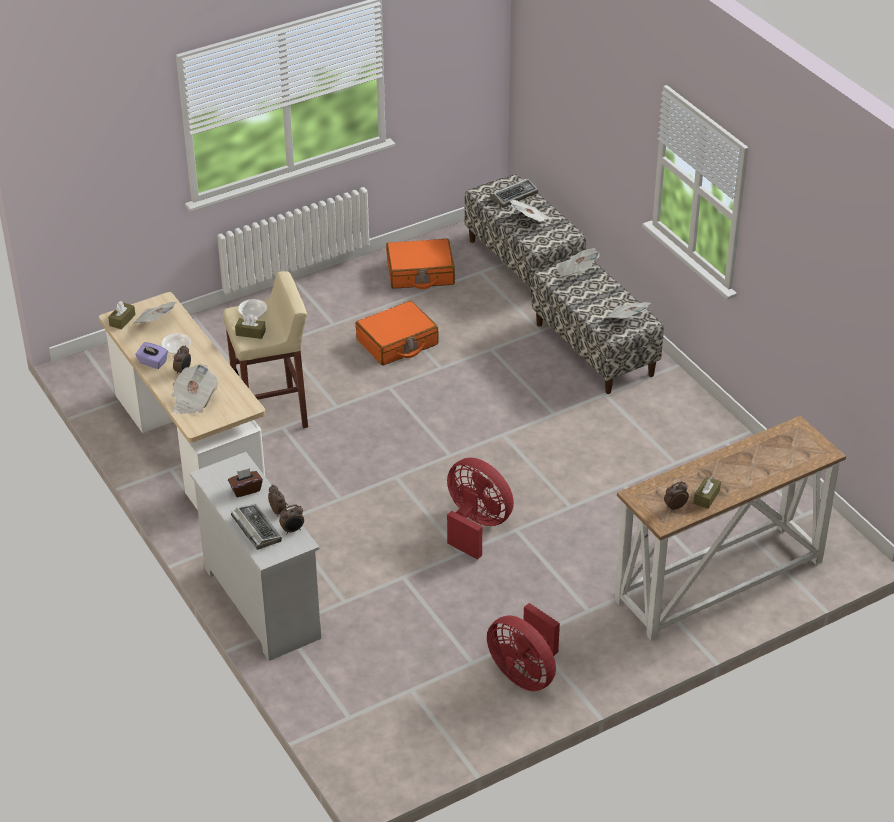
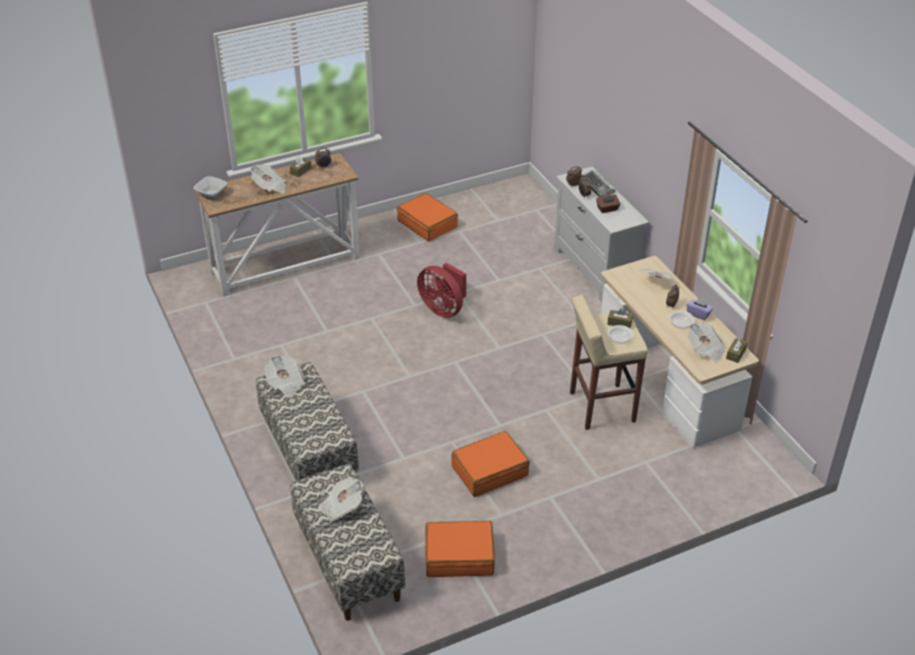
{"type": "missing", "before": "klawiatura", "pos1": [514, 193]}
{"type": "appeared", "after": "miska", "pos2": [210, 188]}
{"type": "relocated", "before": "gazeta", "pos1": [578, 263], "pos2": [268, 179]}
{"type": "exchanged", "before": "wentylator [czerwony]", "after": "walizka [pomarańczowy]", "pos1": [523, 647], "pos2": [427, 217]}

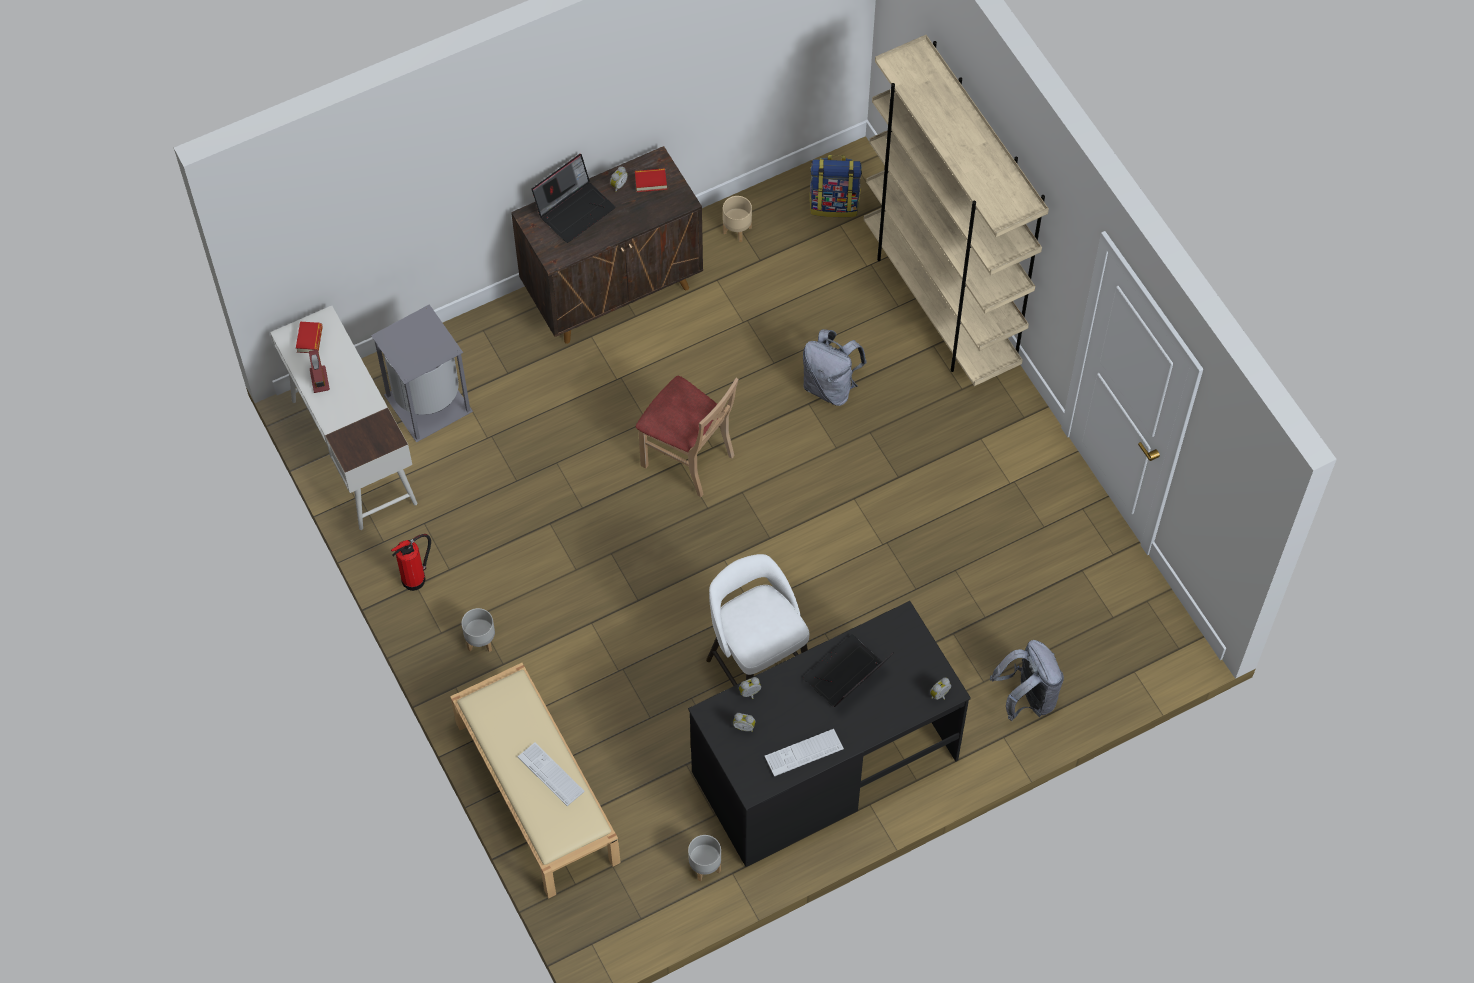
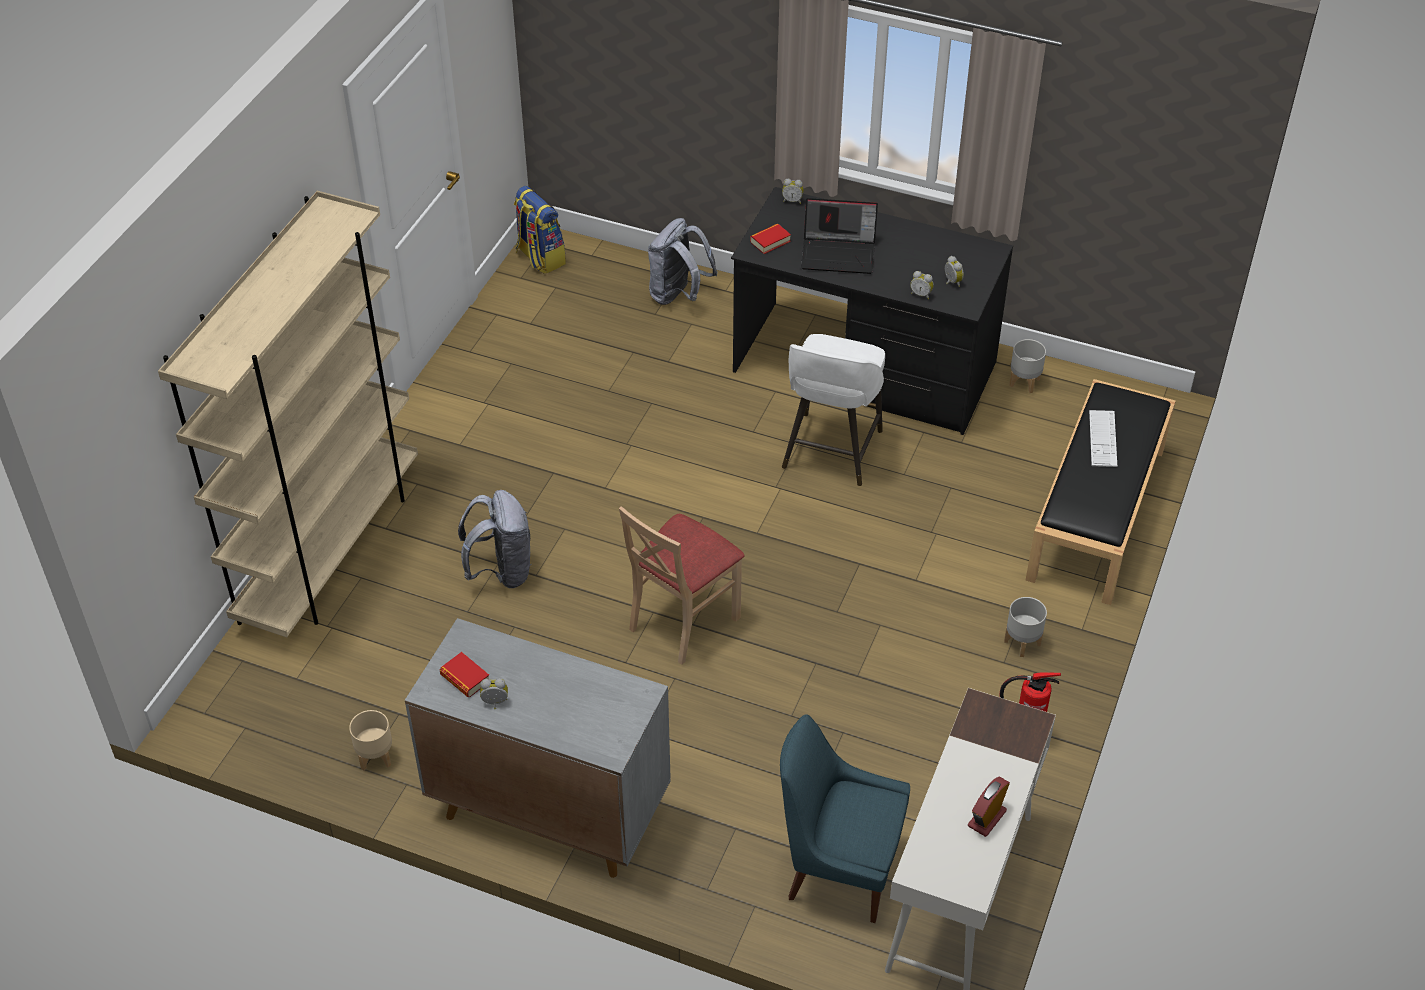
{"type": "missing", "before": "laptop", "pos1": [573, 198]}
{"type": "missing", "before": "klawiatura", "pos1": [804, 752]}
{"type": "relocated", "before": "książka", "pos1": [309, 337], "pos2": [770, 239]}
{"type": "relocated", "before": "plecak", "pos1": [836, 186], "pos2": [540, 230]}
{"type": "exchanged", "before": "kosz na śmieci [szary]", "after": "krzesło [niebieski]", "pos1": [422, 373], "pos2": [845, 818]}
{"type": "colour", "before": "ławka [beżowy]", "after": "ławka [czarny]", "pos1": [535, 781], "pos2": [1101, 492]}
{"type": "colour", "before": "szafka [brązowy]", "after": "szafka [szary]", "pos1": [607, 245], "pos2": [538, 748]}
{"type": "spun", "before": "krzesło [beżowy]", "pos1": [687, 436], "pos2": [681, 585], "turn": -135}

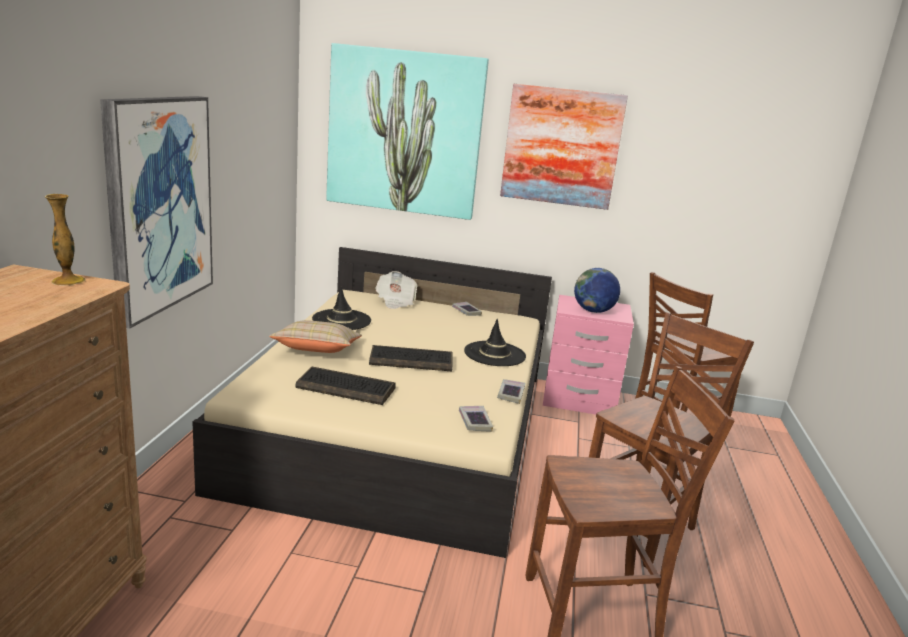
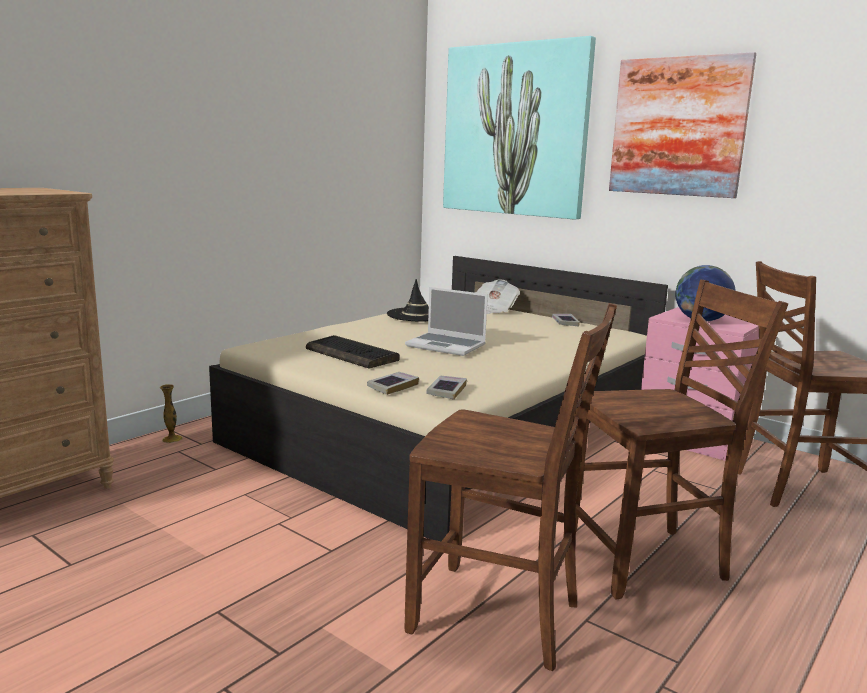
{"type": "missing", "before": "obraz", "pos1": [156, 212]}
{"type": "missing", "before": "poduszka [beżowy]", "pos1": [315, 336]}
{"type": "missing", "before": "kapelusz [czarny]", "pos1": [495, 342]}
{"type": "relocated", "before": "wazon", "pos1": [65, 240], "pos2": [171, 413]}
{"type": "relocated", "before": "książka", "pos1": [511, 391], "pos2": [393, 383]}
{"type": "exchanged", "before": "klawiatura", "after": "laptop", "pos1": [410, 358], "pos2": [446, 321]}

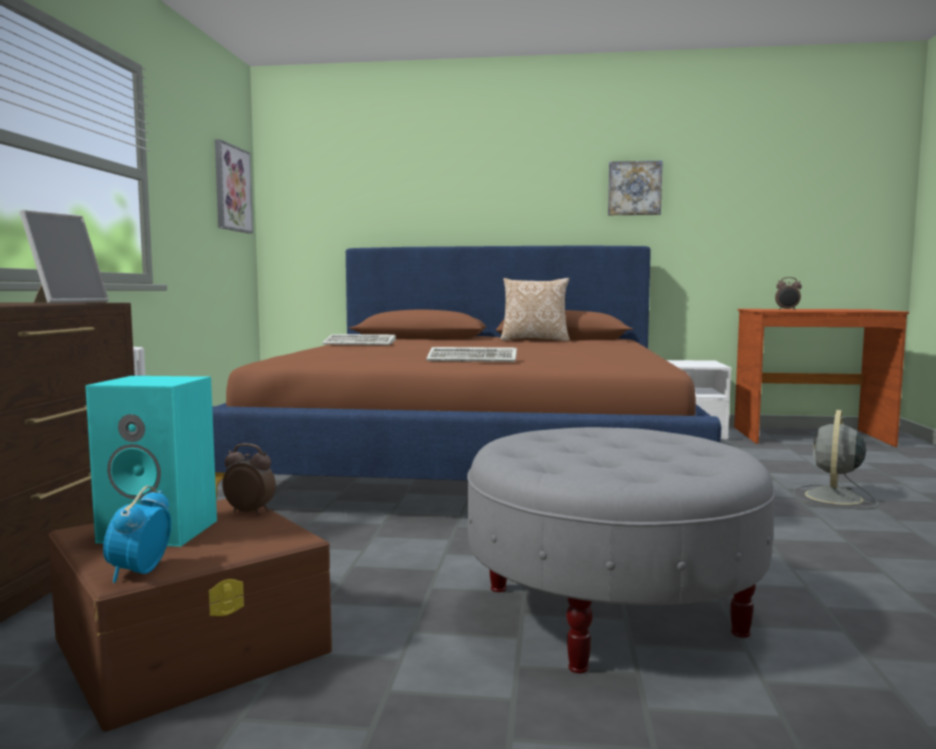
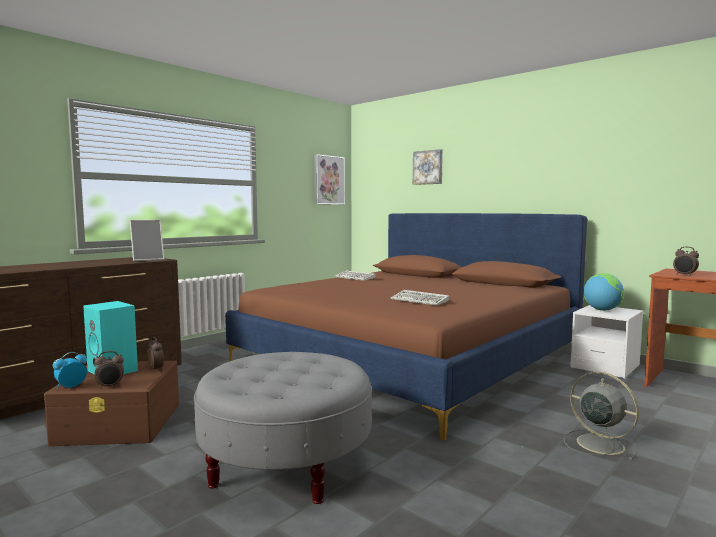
{"type": "missing", "before": "poduszka", "pos1": [535, 310]}
{"type": "appeared", "after": "budzik", "pos2": [109, 370]}
{"type": "appeared", "after": "globus", "pos2": [603, 292]}
{"type": "relocated", "before": "klawiatura", "pos1": [471, 354], "pos2": [420, 298]}
{"type": "relocated", "before": "obraz", "pos1": [635, 188], "pos2": [428, 167]}
{"type": "spun", "before": "wentylator [szary]", "pos1": [835, 459], "pos2": [601, 416], "turn": 75}

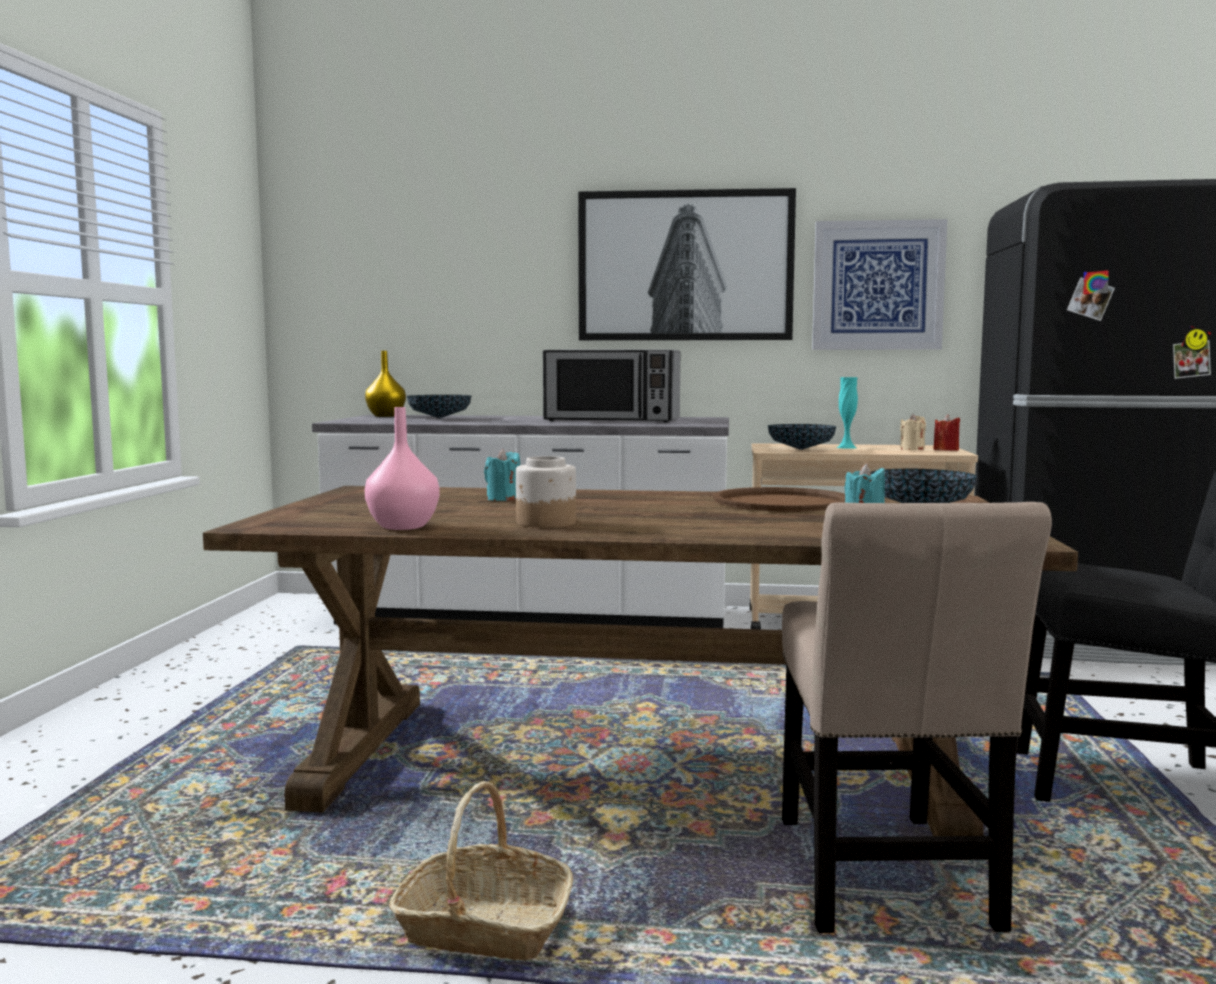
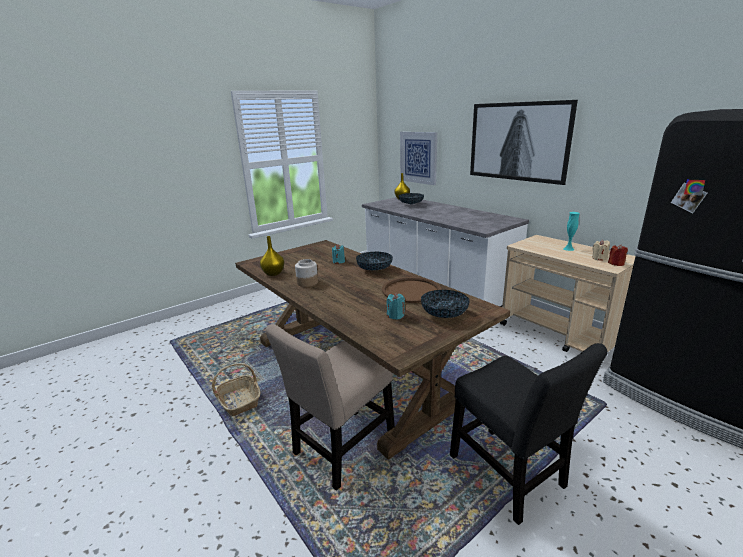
{"type": "missing", "before": "mikrofalówka", "pos1": [611, 386]}
{"type": "relocated", "before": "miska", "pos1": [802, 437], "pos2": [374, 261]}
{"type": "relocated", "before": "obraz", "pos1": [880, 284], "pos2": [418, 158]}
{"type": "colour", "before": "wazon [różowy]", "after": "wazon [żółty]", "pos1": [402, 468], "pos2": [272, 256]}

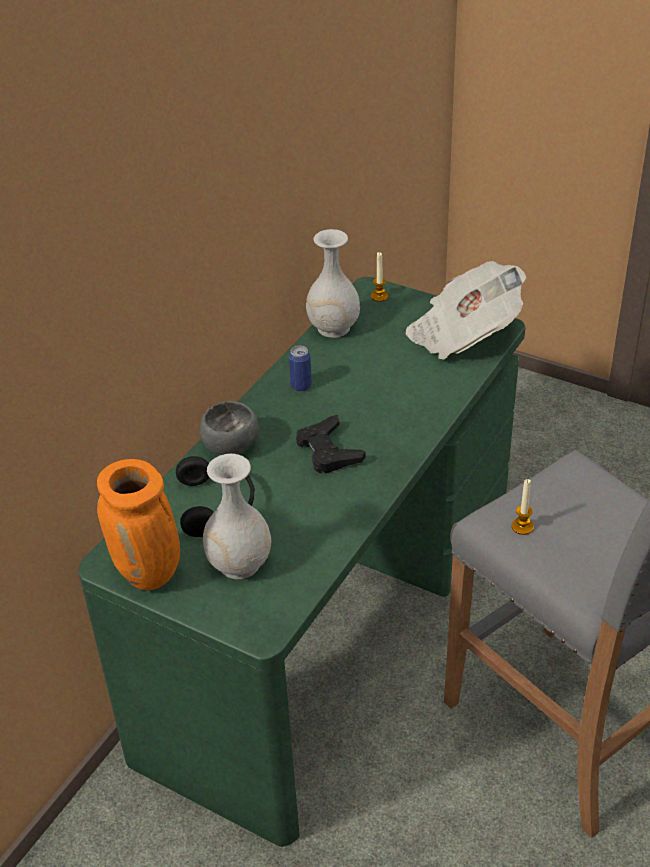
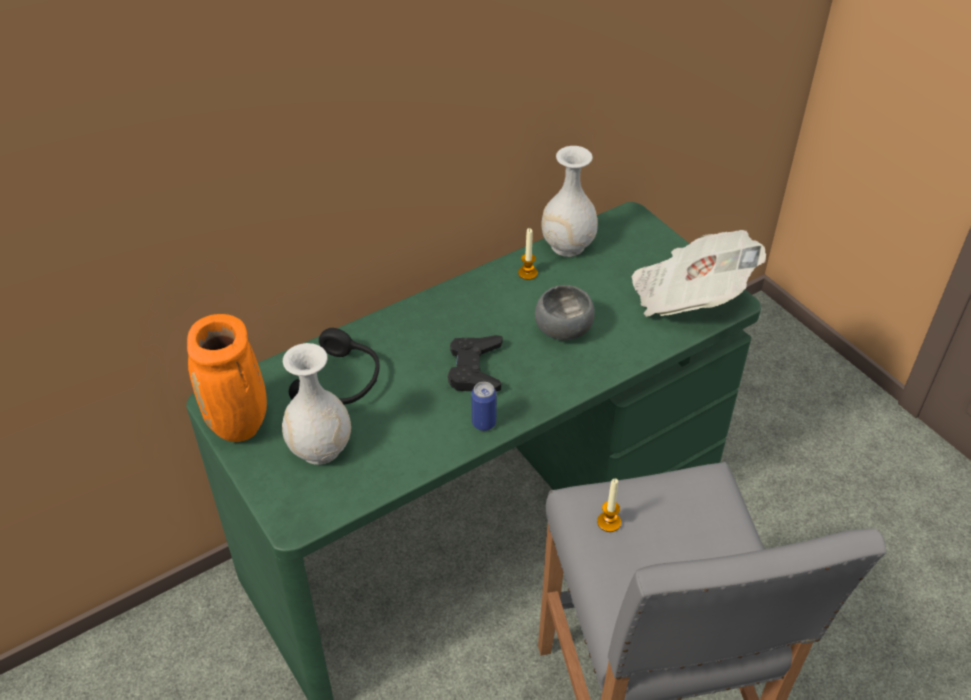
{"type": "relocated", "before": "miska [szary]", "pos1": [229, 428], "pos2": [565, 312]}
{"type": "relocated", "before": "puszka", "pos1": [300, 369], "pos2": [484, 406]}
{"type": "relocated", "before": "świeca", "pos1": [379, 277], "pos2": [528, 254]}

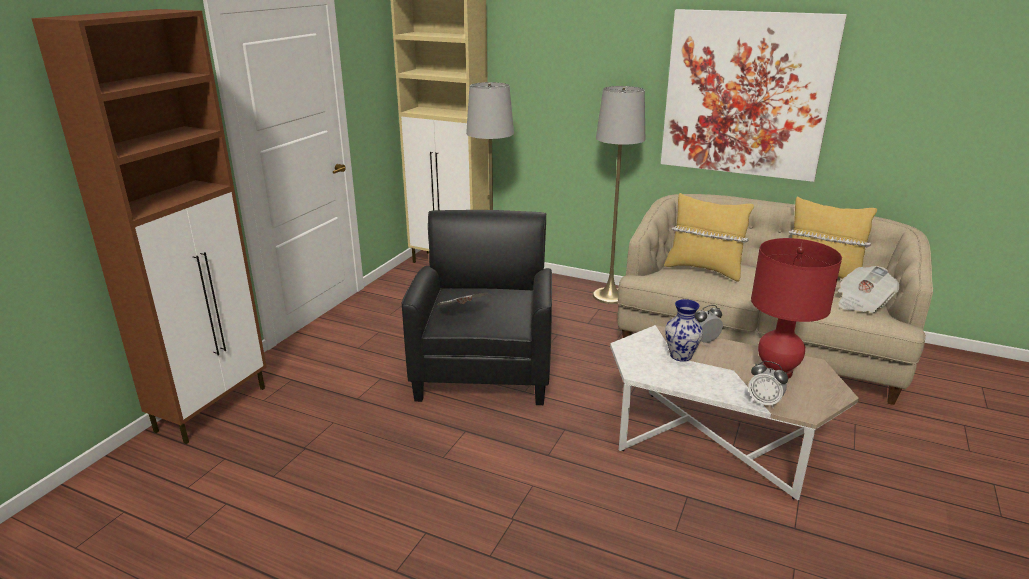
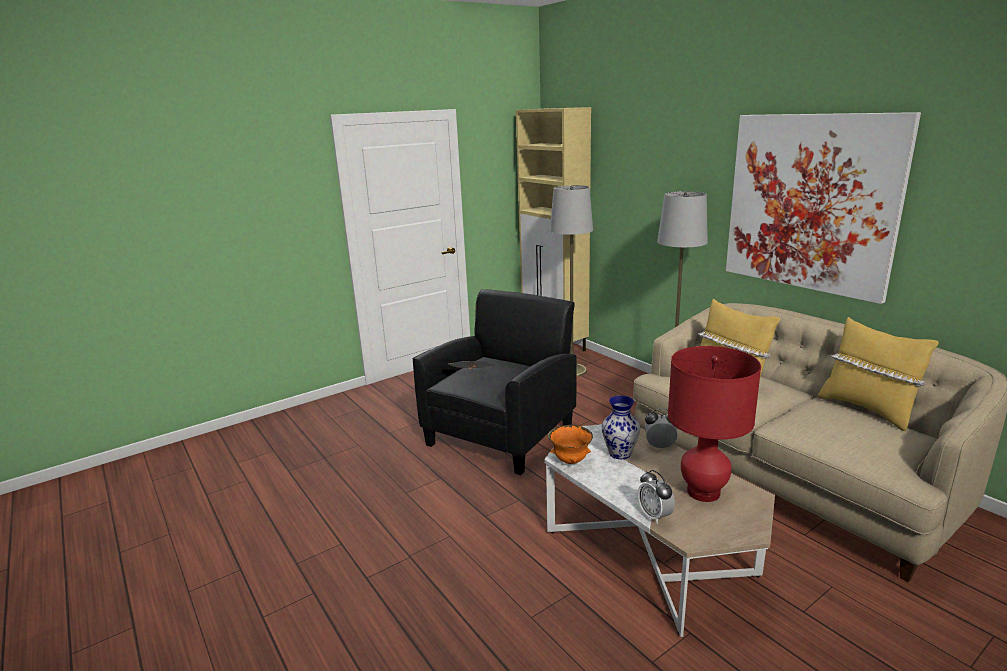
{"type": "missing", "before": "szafka [brązowy]", "pos1": [149, 226]}
{"type": "missing", "before": "gazeta", "pos1": [868, 289]}
{"type": "appeared", "after": "miska [pomarańczowy]", "pos2": [570, 444]}

